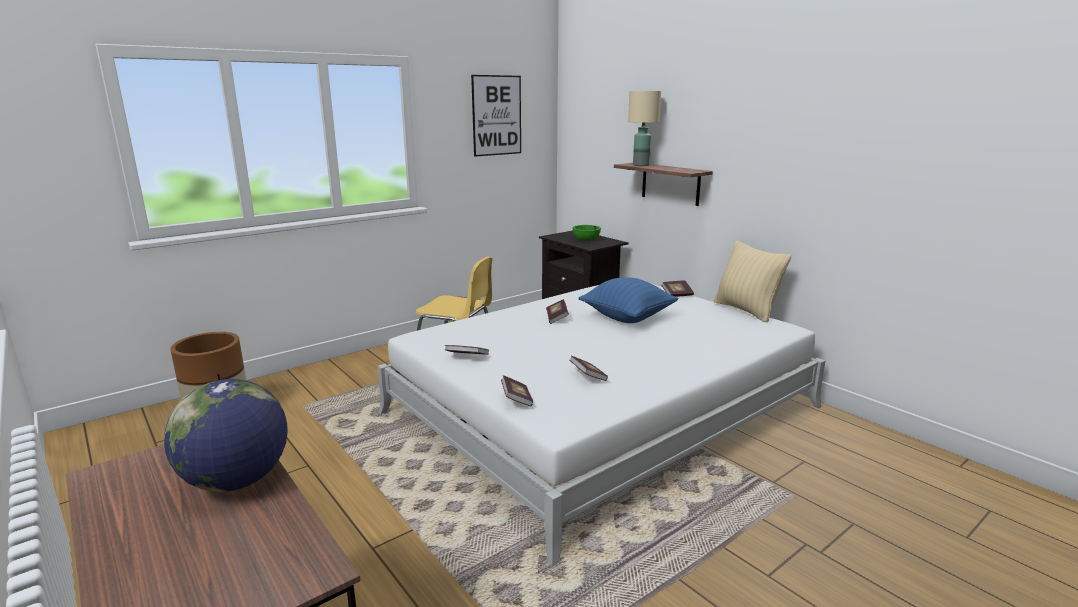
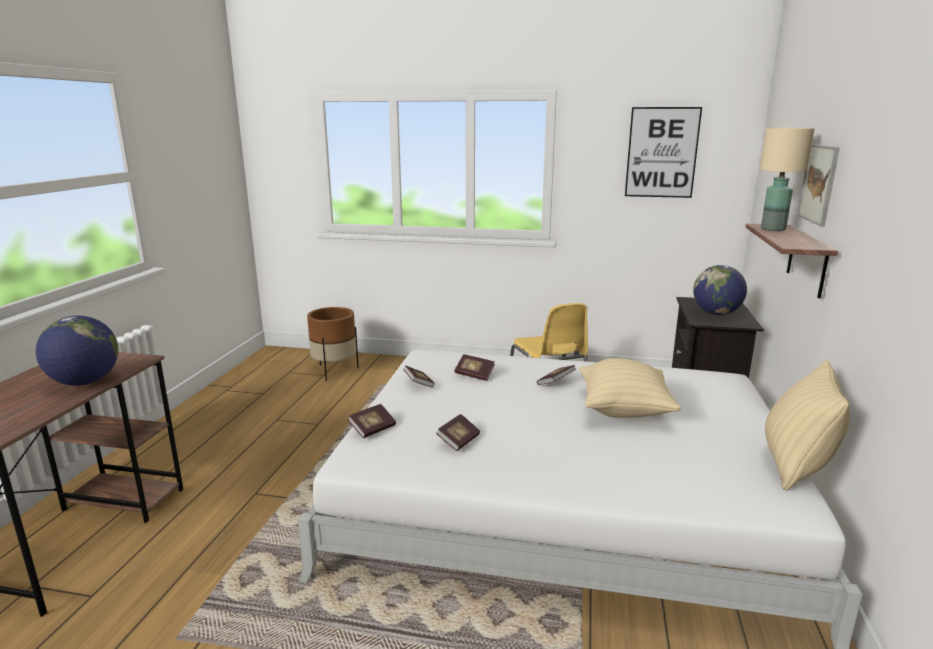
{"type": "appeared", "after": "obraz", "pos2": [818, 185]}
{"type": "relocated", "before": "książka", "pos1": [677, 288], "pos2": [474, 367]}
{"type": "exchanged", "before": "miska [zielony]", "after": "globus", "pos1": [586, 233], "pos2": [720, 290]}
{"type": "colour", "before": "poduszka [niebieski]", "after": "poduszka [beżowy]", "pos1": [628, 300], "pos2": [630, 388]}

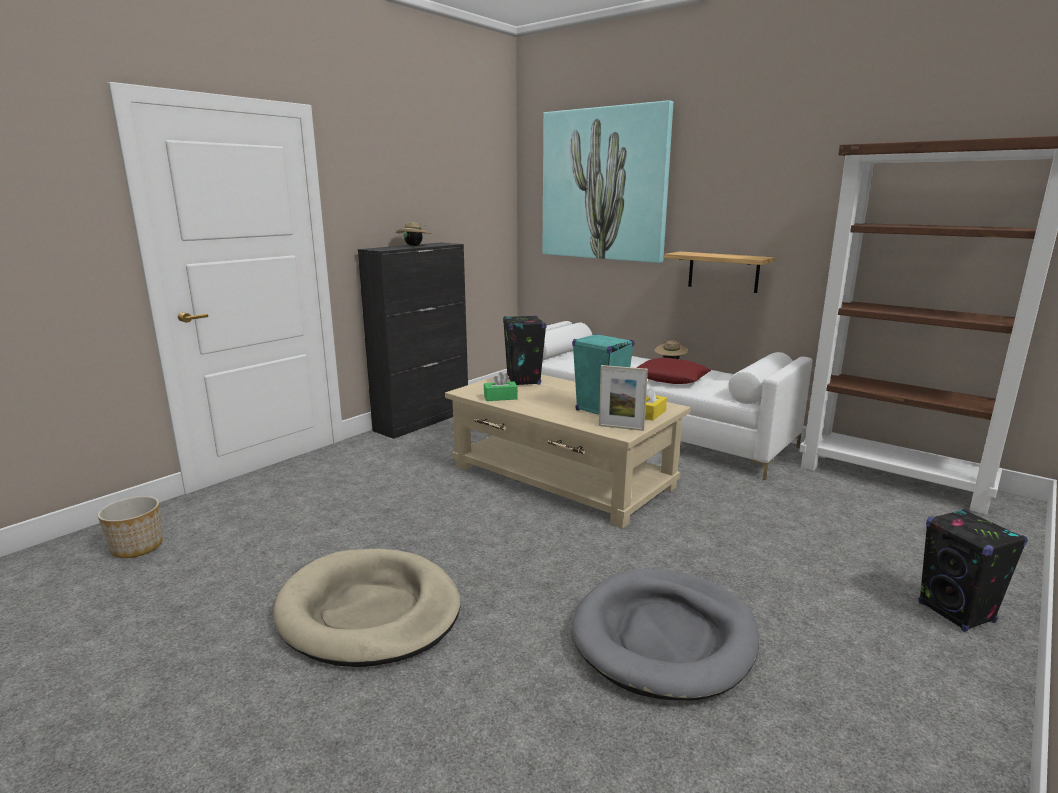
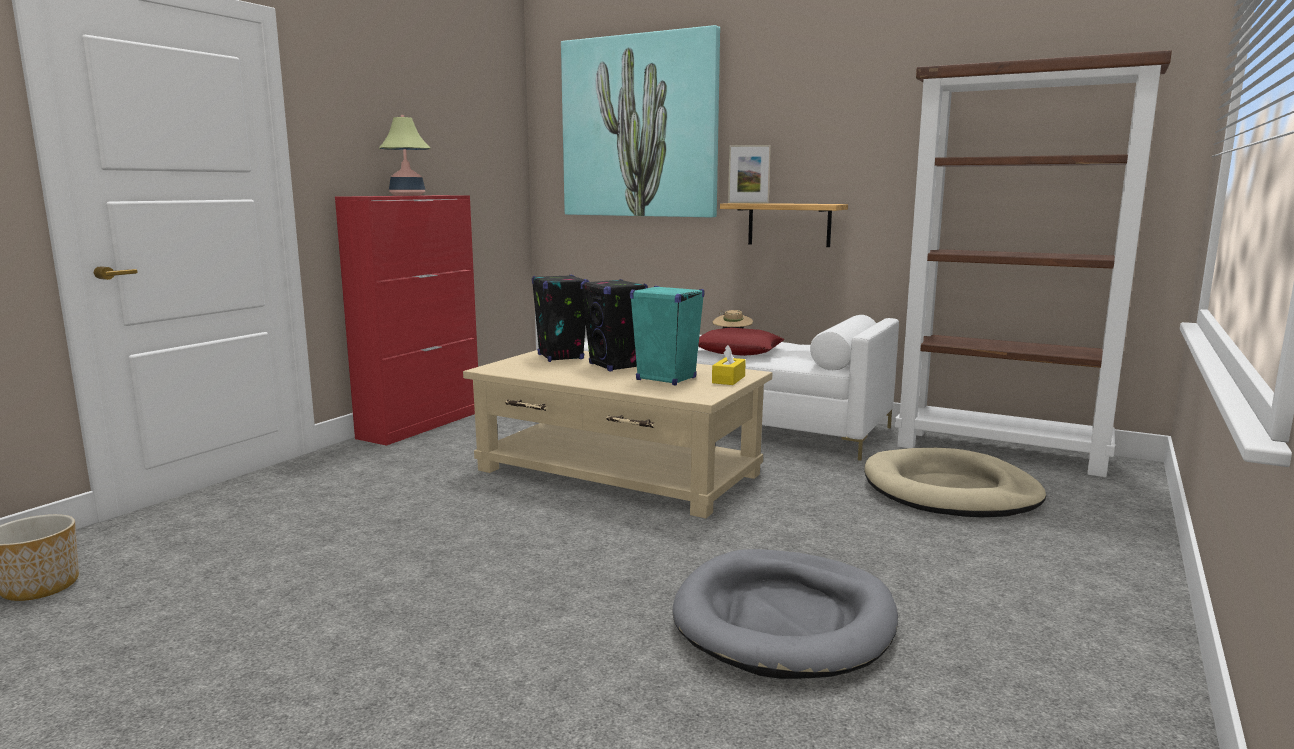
{"type": "missing", "before": "pudełko chusteczek [zielony]", "pos1": [501, 386]}
{"type": "relocated", "before": "legowisko [beżowy]", "pos1": [366, 608], "pos2": [955, 482]}
{"type": "relocated", "before": "ramka na zdjęcie", "pos1": [623, 398], "pos2": [749, 174]}
{"type": "relocated", "before": "głośnik [czarny]", "pos1": [973, 570], "pos2": [614, 325]}
{"type": "exchanged", "before": "kapelusz [beżowy]", "after": "lampa stołowa", "pos1": [413, 234], "pos2": [404, 155]}
{"type": "colour", "before": "szafka [czarny]", "after": "szafka [czerwony]", "pos1": [413, 341], "pos2": [406, 320]}

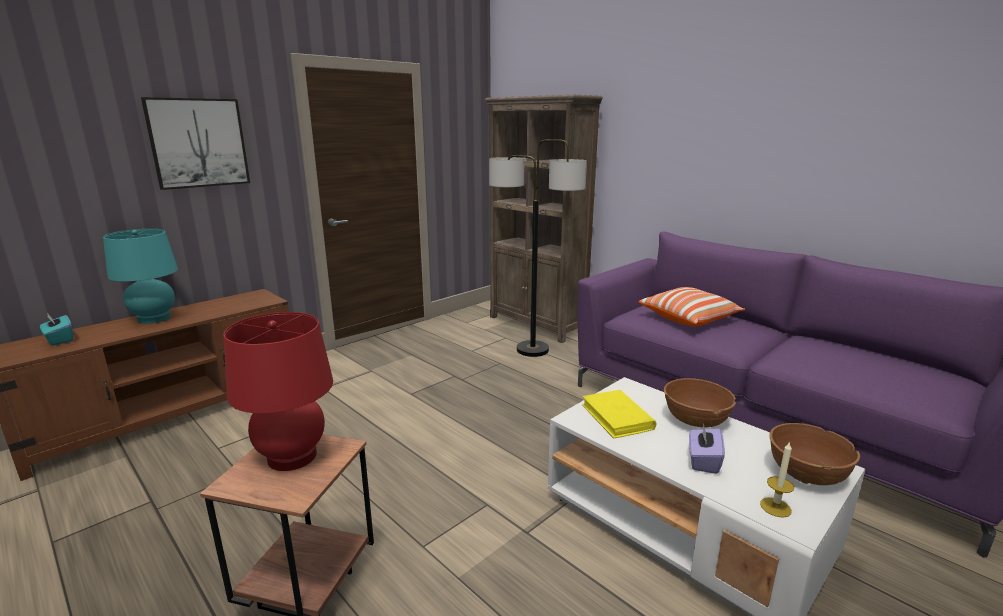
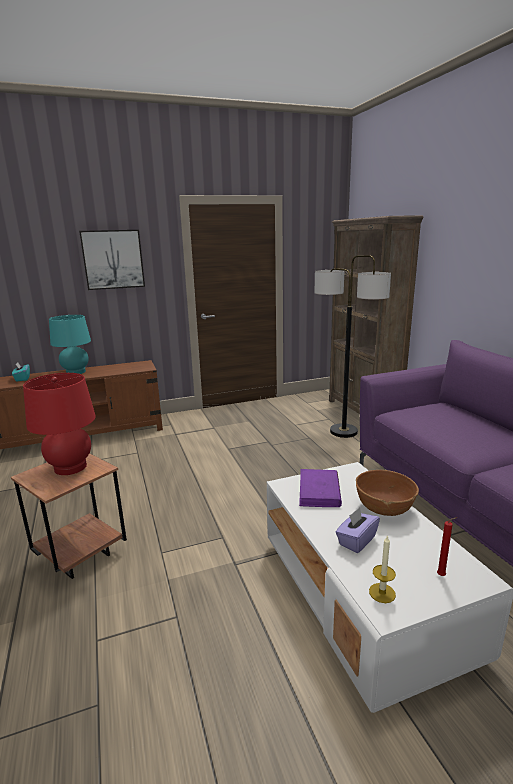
{"type": "missing", "before": "poduszka", "pos1": [691, 306]}
{"type": "exchanged", "before": "miska [brązowy]", "after": "świeca [czerwony]", "pos1": [814, 454], "pos2": [447, 546]}
{"type": "colour", "before": "książka [żółty]", "after": "książka [fioletowy]", "pos1": [619, 414], "pos2": [320, 488]}

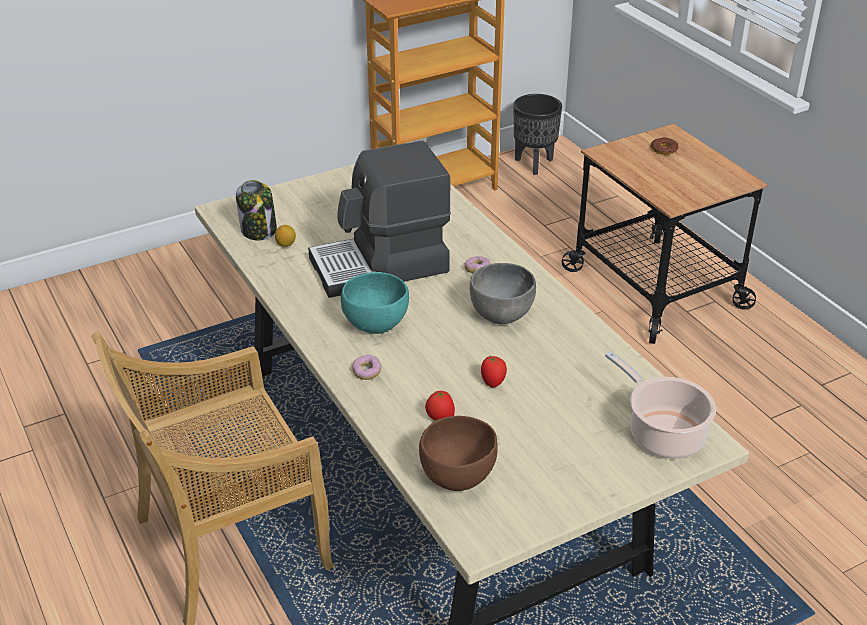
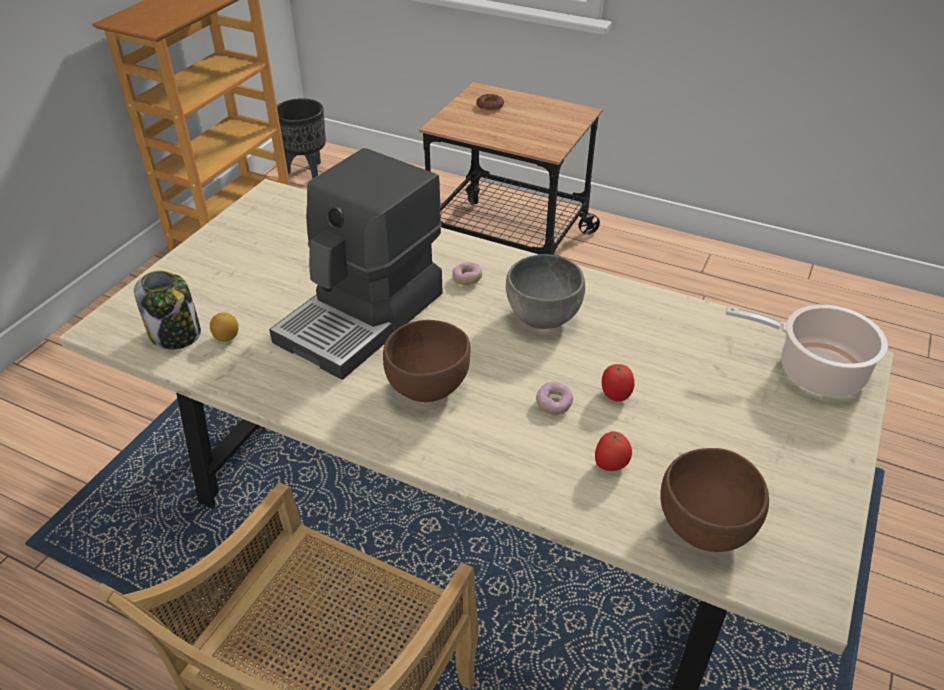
{"type": "relocated", "before": "donut", "pos1": [367, 367], "pos2": [554, 398]}
{"type": "colour", "before": "miska [turkusowy]", "after": "miska [brązowy]", "pos1": [375, 303], "pos2": [426, 361]}

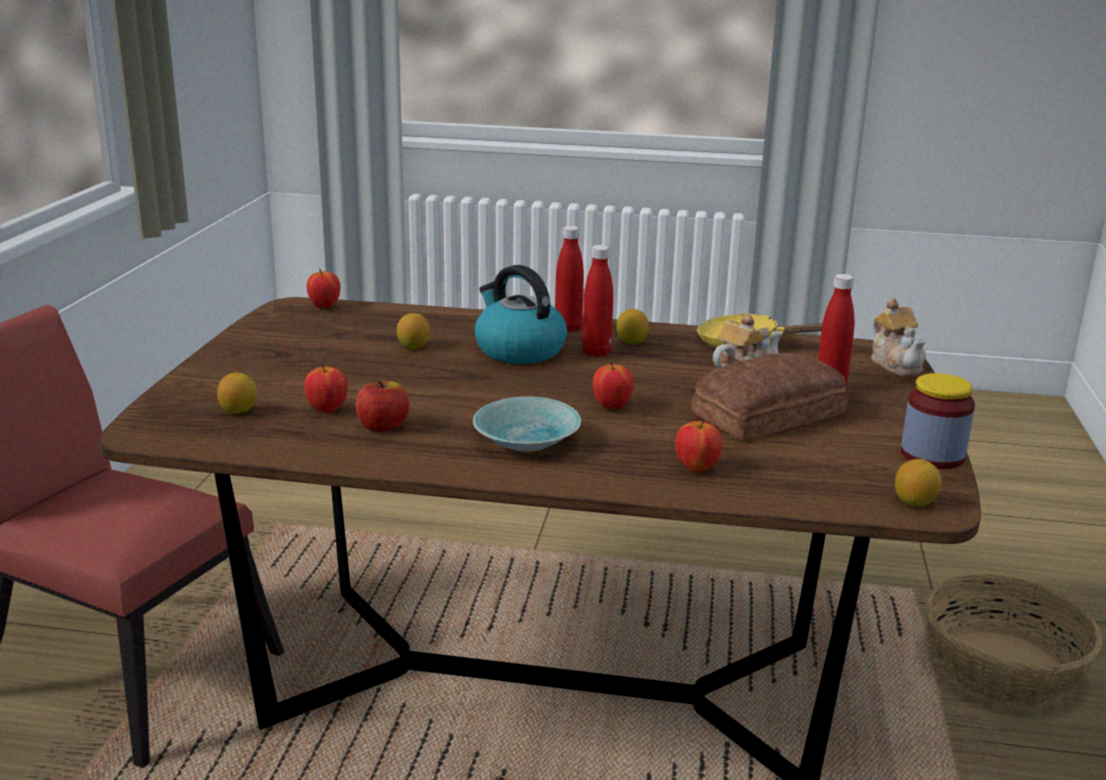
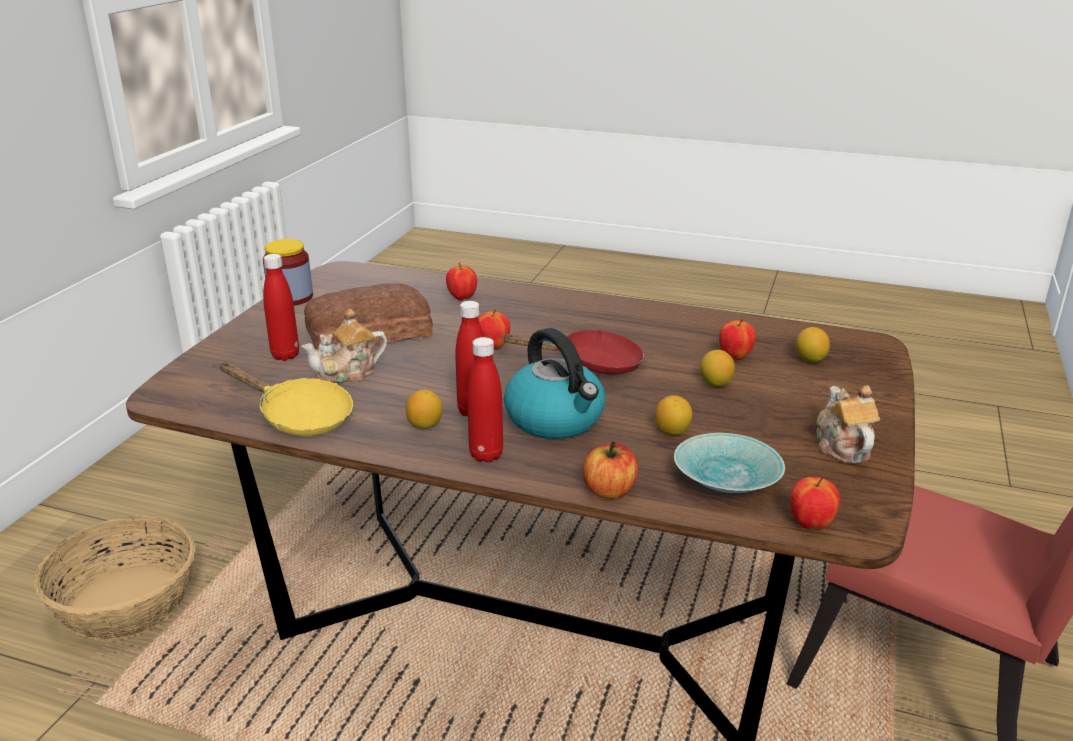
{"type": "appeared", "after": "patelnia [czerwony]", "pos2": [573, 352]}
{"type": "relocated", "before": "jabłko", "pos1": [383, 406], "pos2": [610, 470]}
{"type": "relocated", "before": "miska [turkusowy]", "pos1": [527, 424], "pos2": [729, 463]}
{"type": "relocated", "before": "imbryk", "pos1": [898, 337], "pos2": [848, 424]}
{"type": "relocated", "before": "cytryna", "pos1": [918, 482], "pos2": [717, 368]}

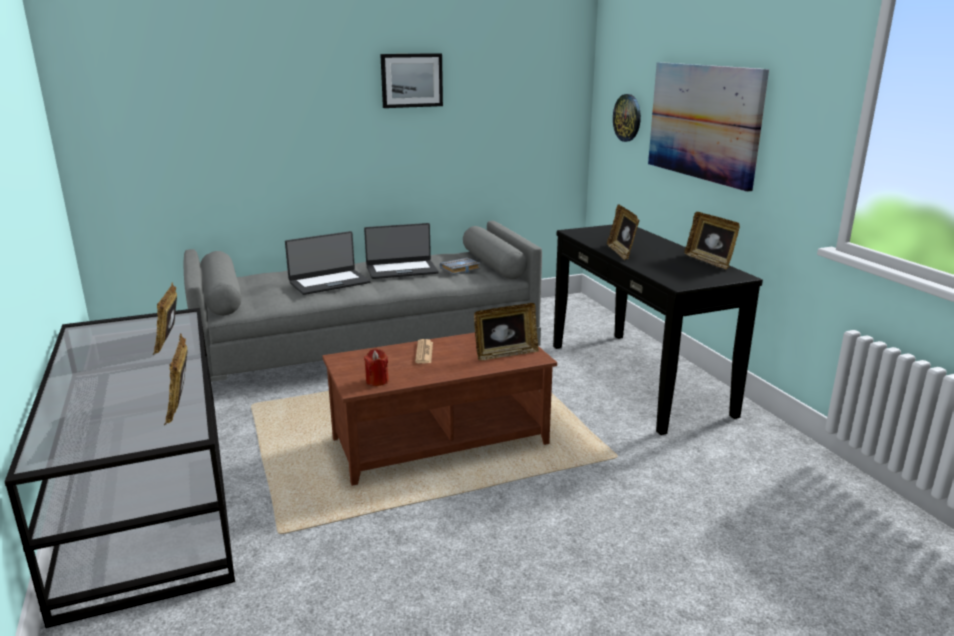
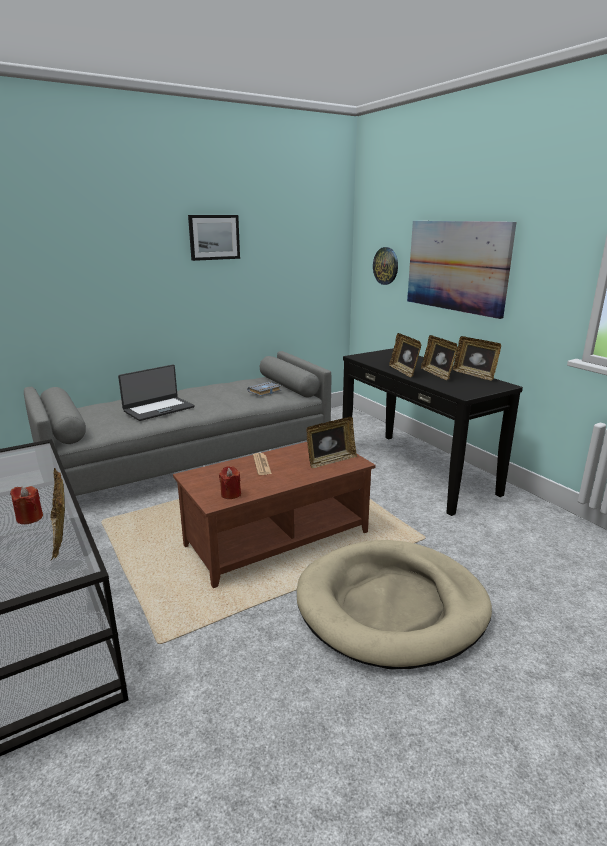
{"type": "missing", "before": "laptop", "pos1": [401, 251]}
{"type": "appeared", "after": "świeca [czerwony]", "pos2": [26, 505]}
{"type": "appeared", "after": "legowisko [beżowy]", "pos2": [394, 604]}
{"type": "relocated", "before": "ramka na zdjęcie", "pos1": [165, 319], "pos2": [439, 357]}

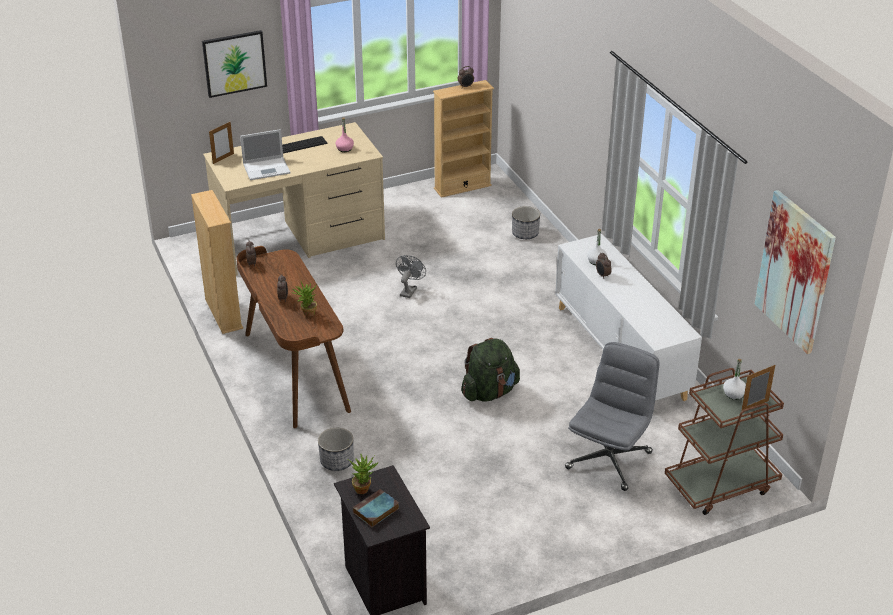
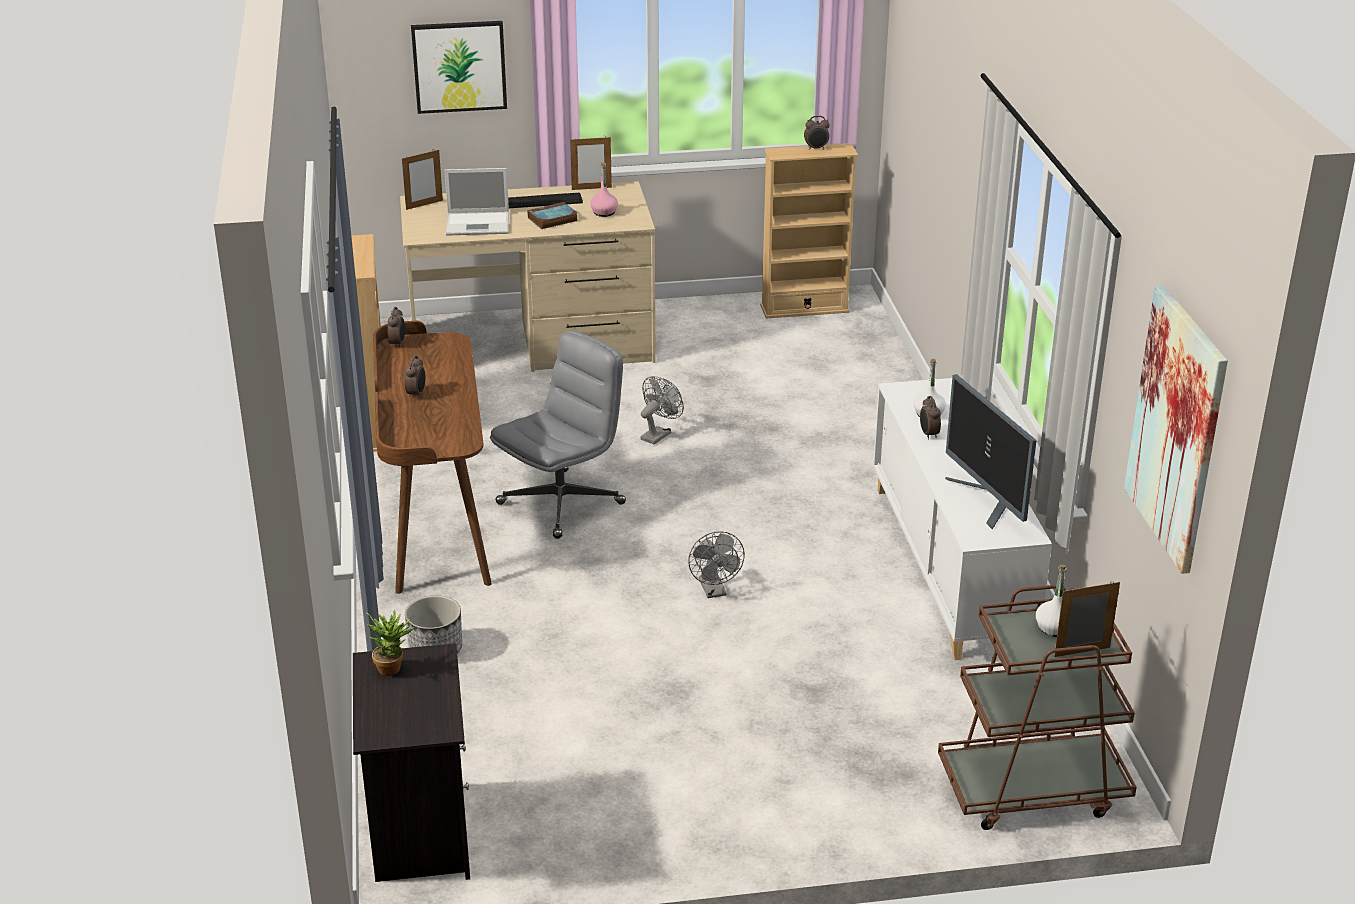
{"type": "missing", "before": "roślina doniczkowa", "pos1": [305, 299]}
{"type": "missing", "before": "donica", "pos1": [526, 222]}
{"type": "appeared", "after": "ramka na zdjęcie", "pos2": [591, 163]}
{"type": "appeared", "after": "monitor", "pos2": [991, 451]}
{"type": "relocated", "before": "książka", "pos1": [376, 508], "pos2": [553, 215]}
{"type": "relocated", "before": "krzesło biurowe [szary]", "pos1": [612, 416], "pos2": [558, 435]}
{"type": "exchanged", "before": "plecak [zielony]", "after": "wentylator [szary]", "pos1": [490, 370], "pos2": [716, 564]}

